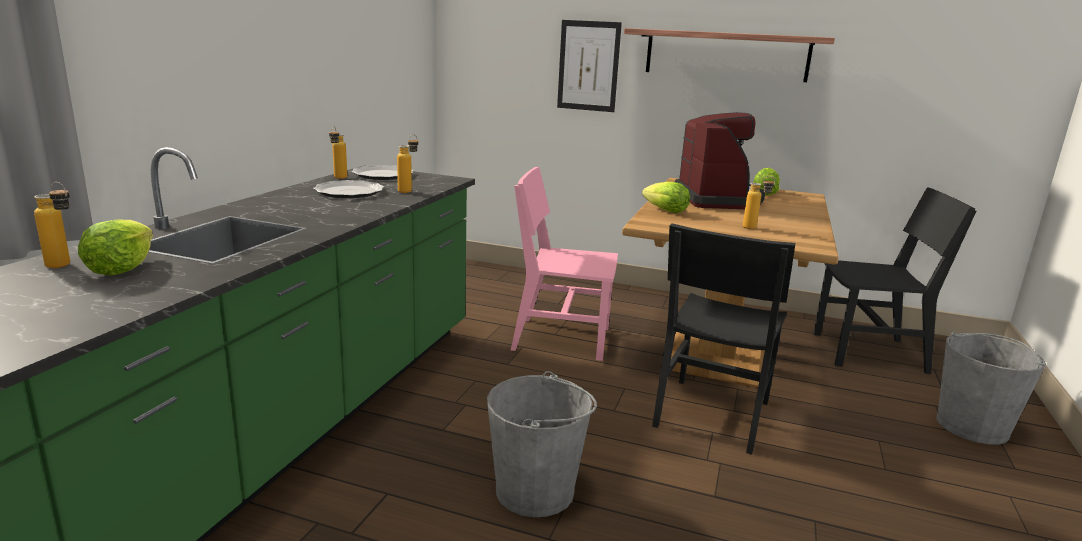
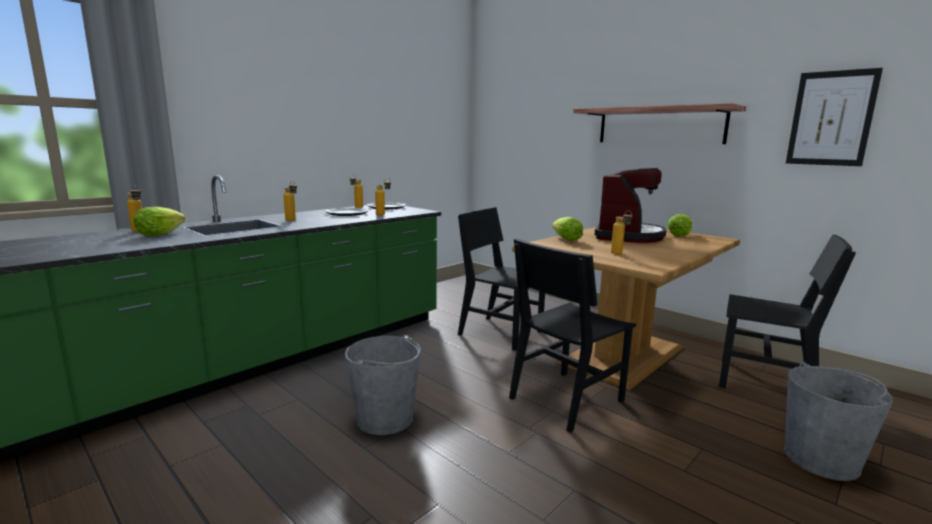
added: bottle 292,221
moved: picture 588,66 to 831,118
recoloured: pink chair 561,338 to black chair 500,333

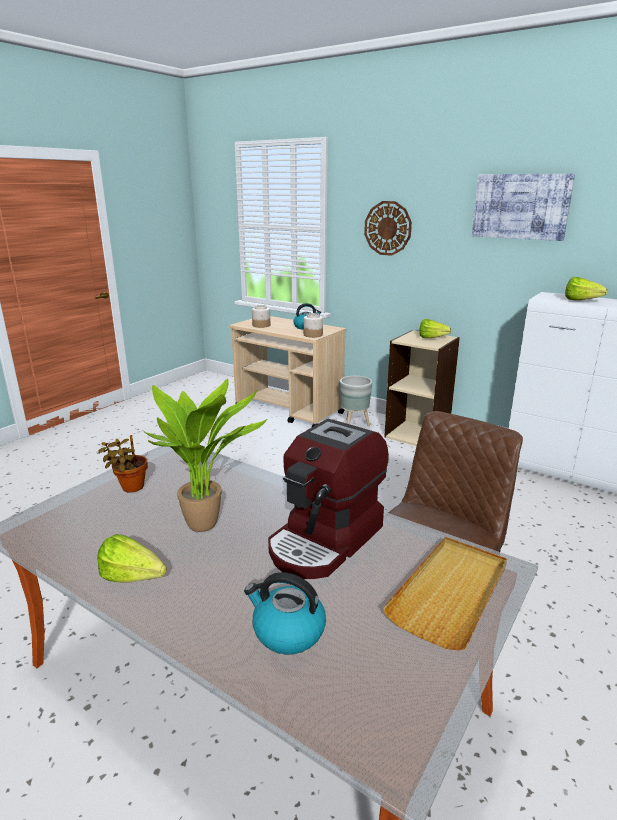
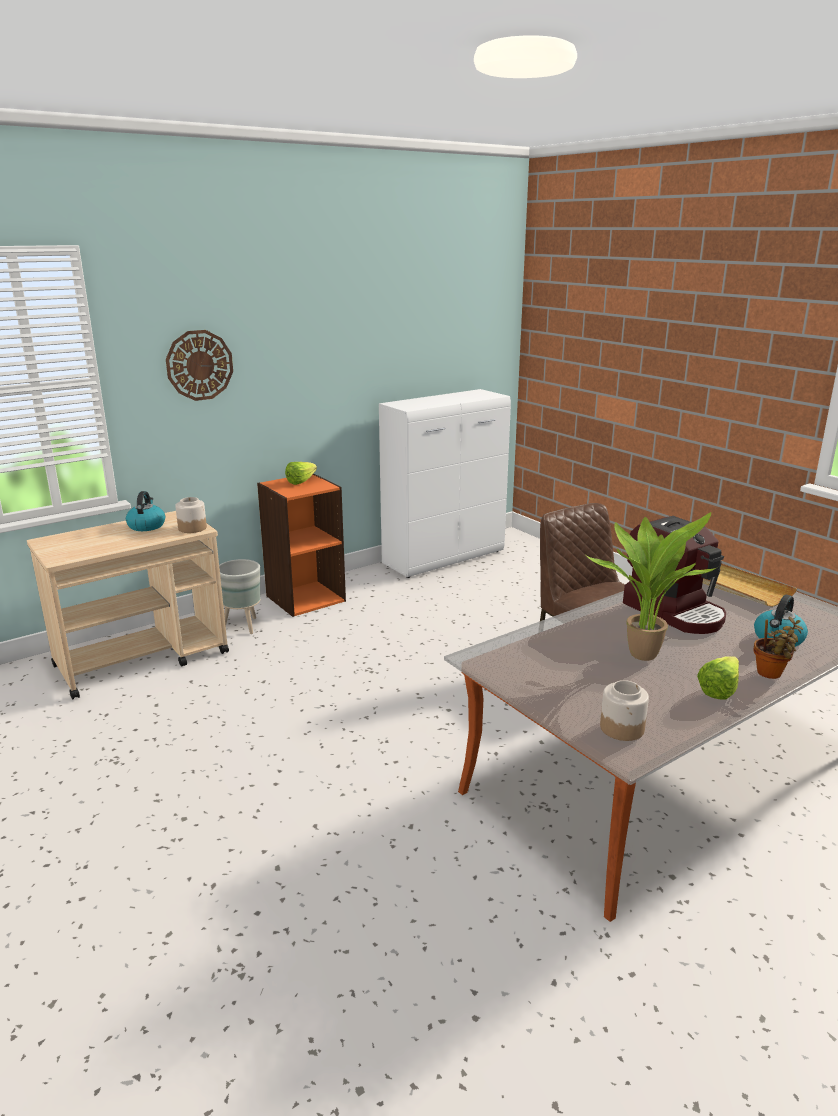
removed: picture 520,206; lettuce 584,301
moved: potted plant 130,488 to 771,674; jar 261,325 to 622,728
recoloured: beige bookcase 417,434 to orange bookcase 305,598

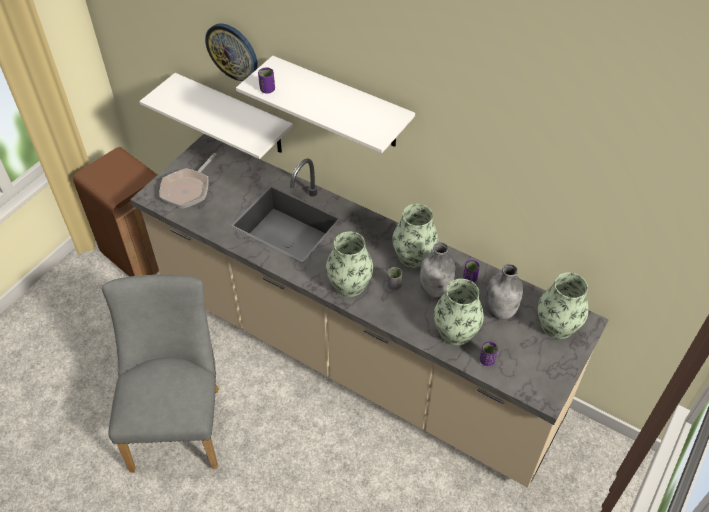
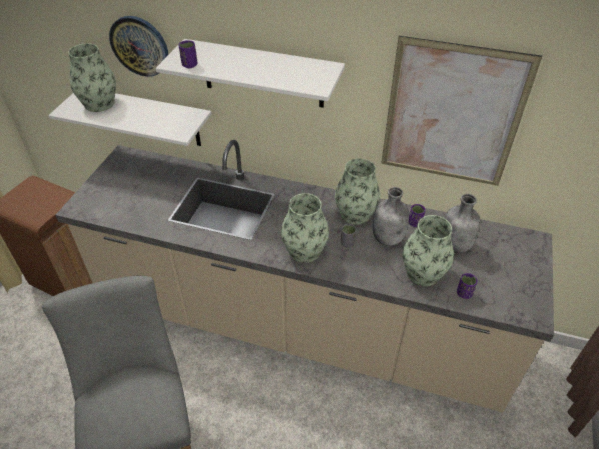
removed: frying pan 188,189
added: picture 452,115
moved: vase 557,325 to 99,104

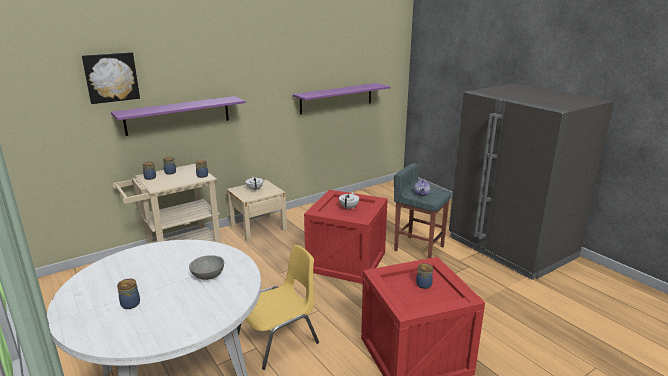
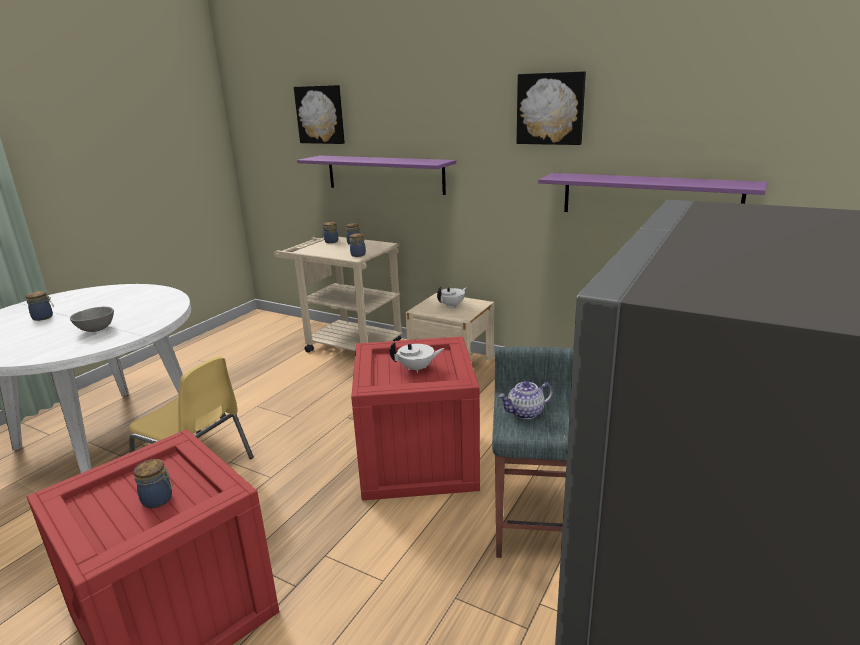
added: picture 550,109

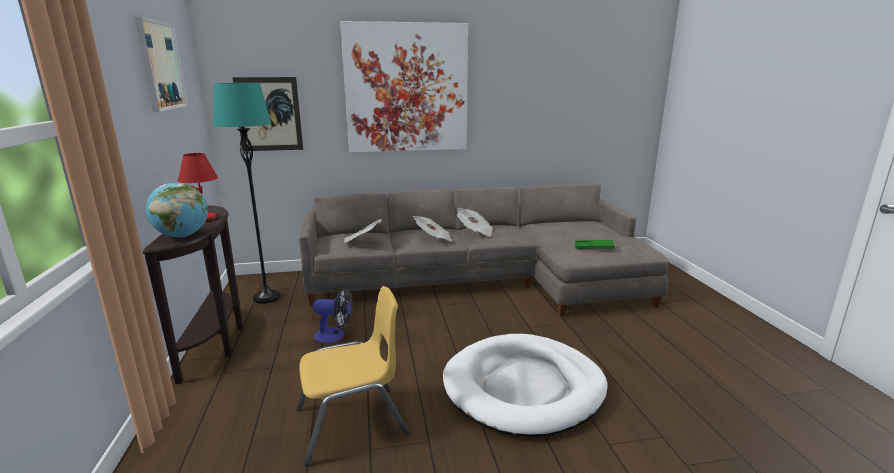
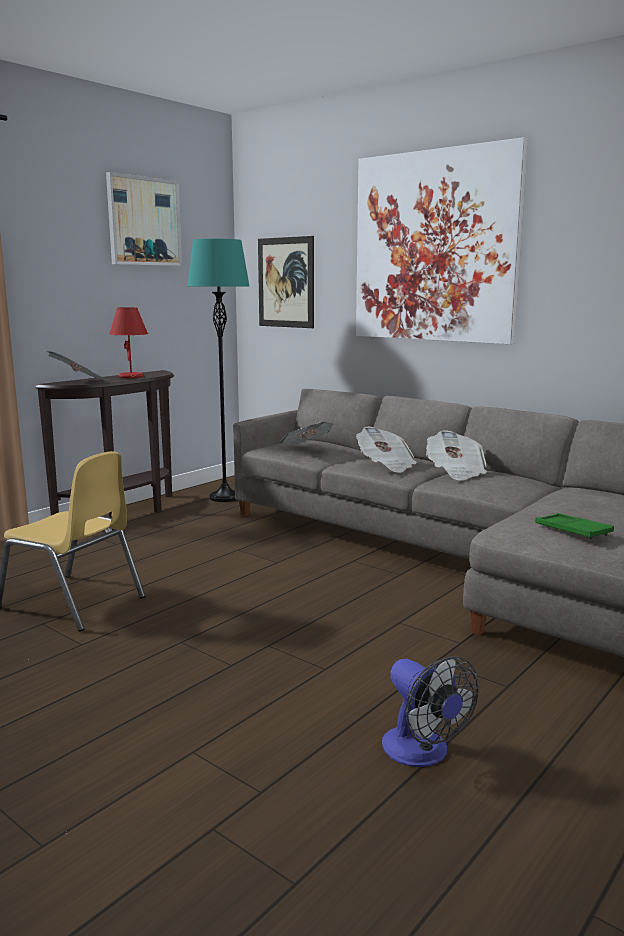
removed: white dog bed 524,387
moved: fan 335,335 to 423,753
replaced: globe 182,236 to newspaper 80,382

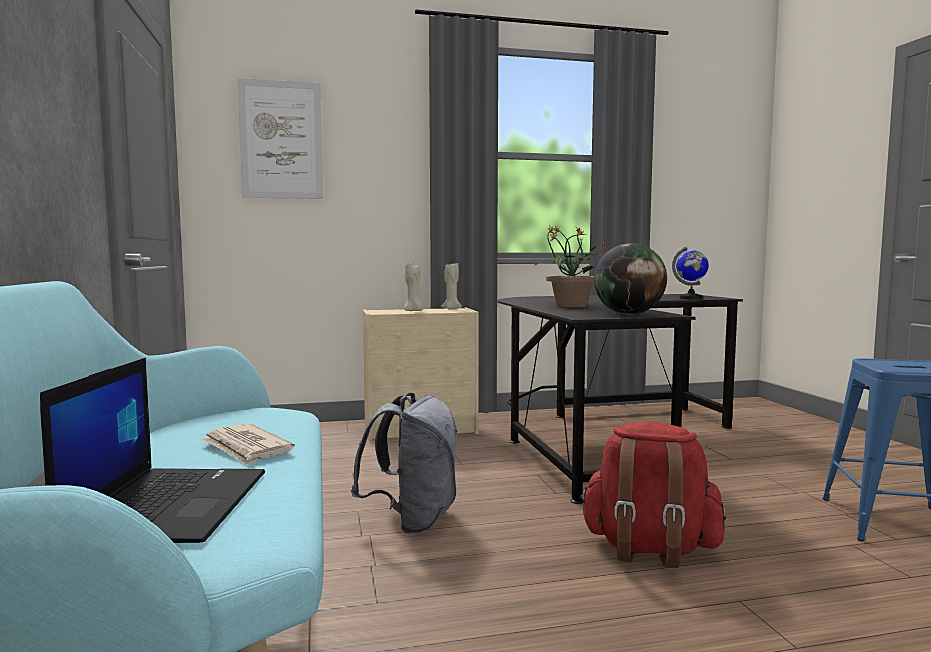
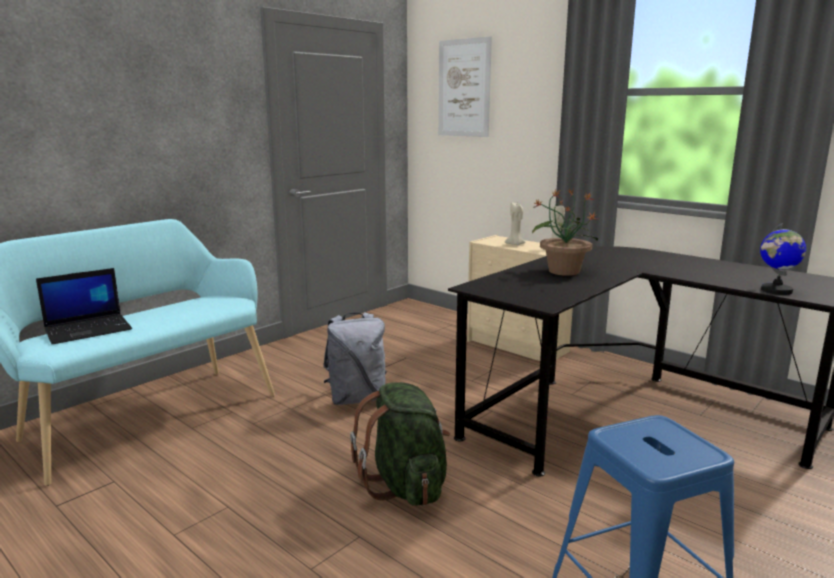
removed: newspaper 246,448; globe 629,314
recoloured: red backpack 649,549 to green backpack 406,485

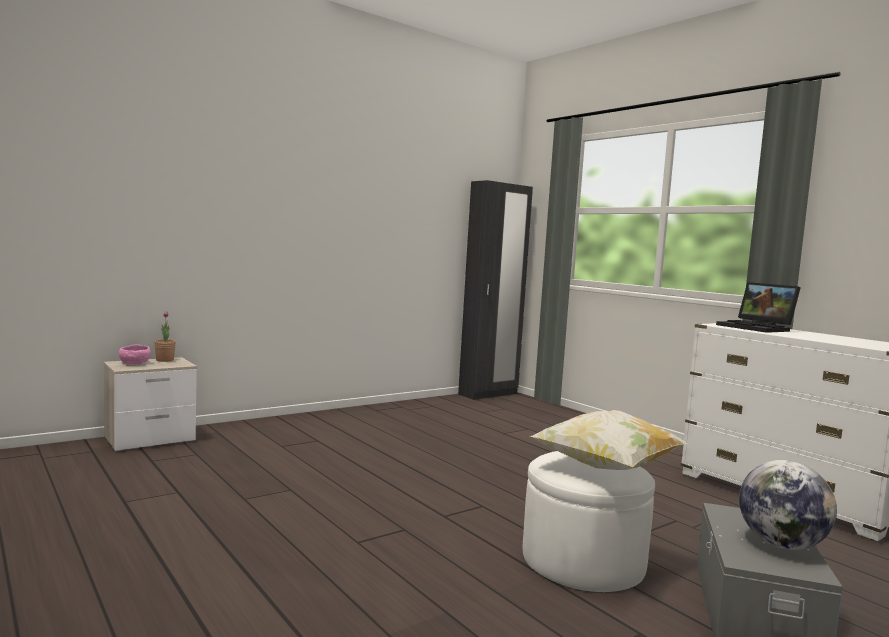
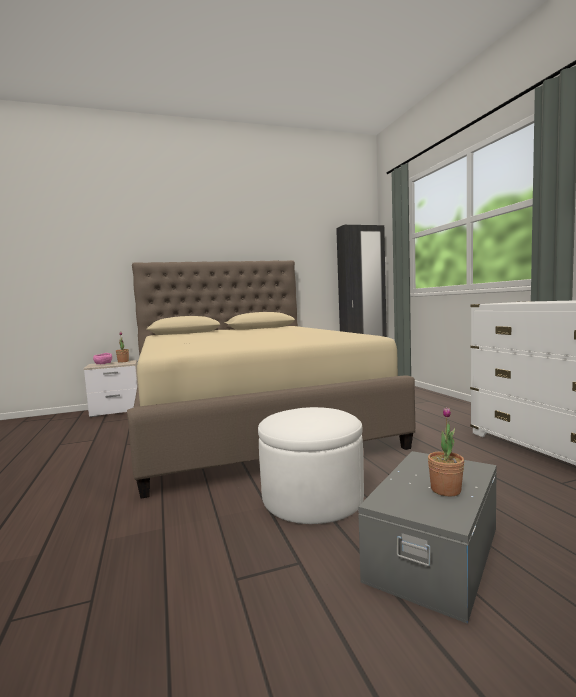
removed: pillow 606,468; laptop 757,328
added: beige bed 249,421
replaced: globe 781,544 to potted plant 445,490

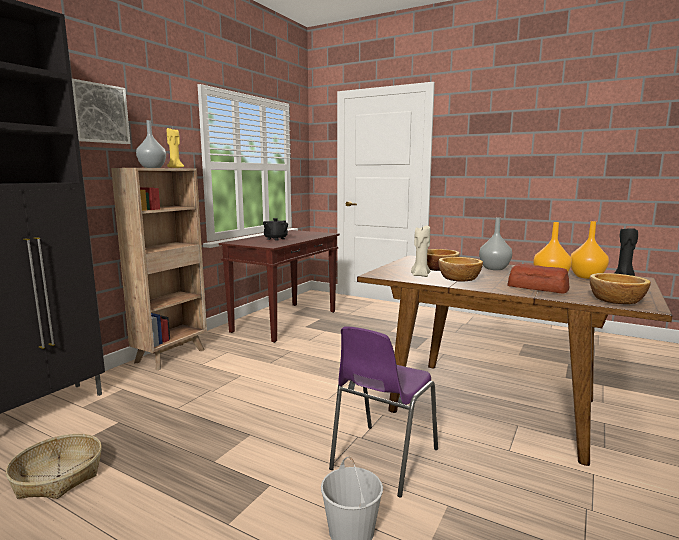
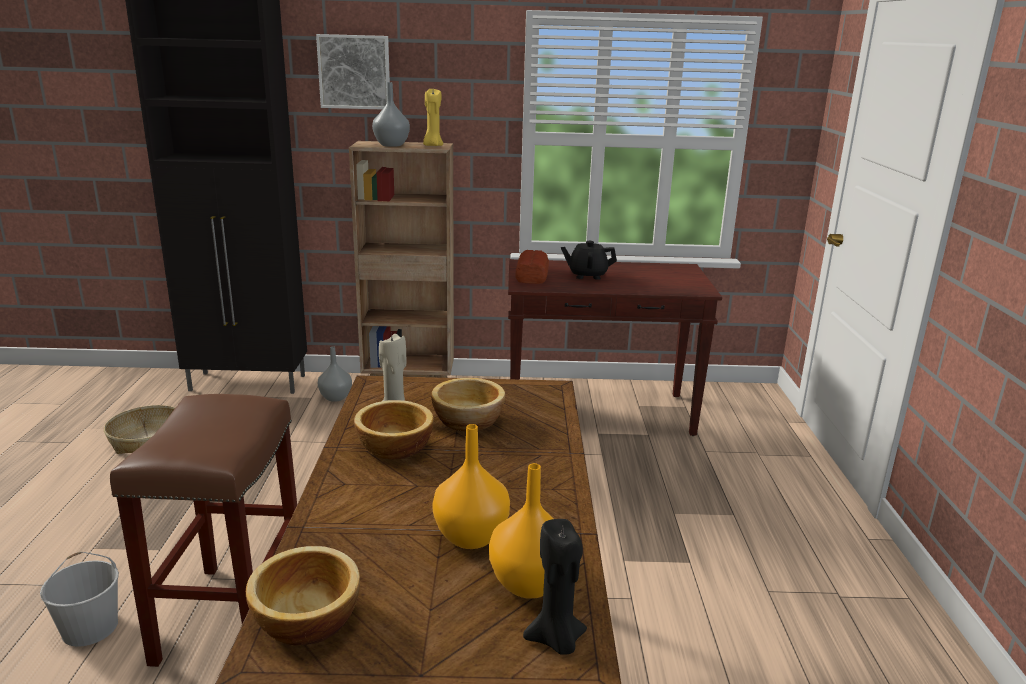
moved: grey vase 494,268 to 335,398; bread 538,288 to 531,276
replaced: purple chair 382,460 to brown stool 231,614

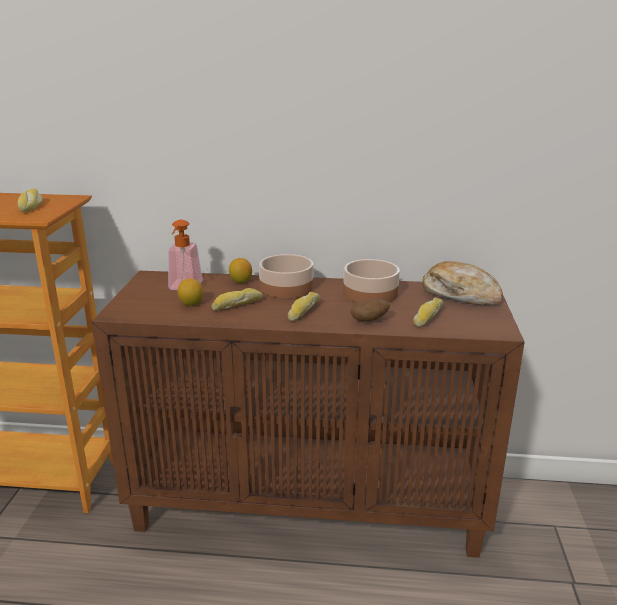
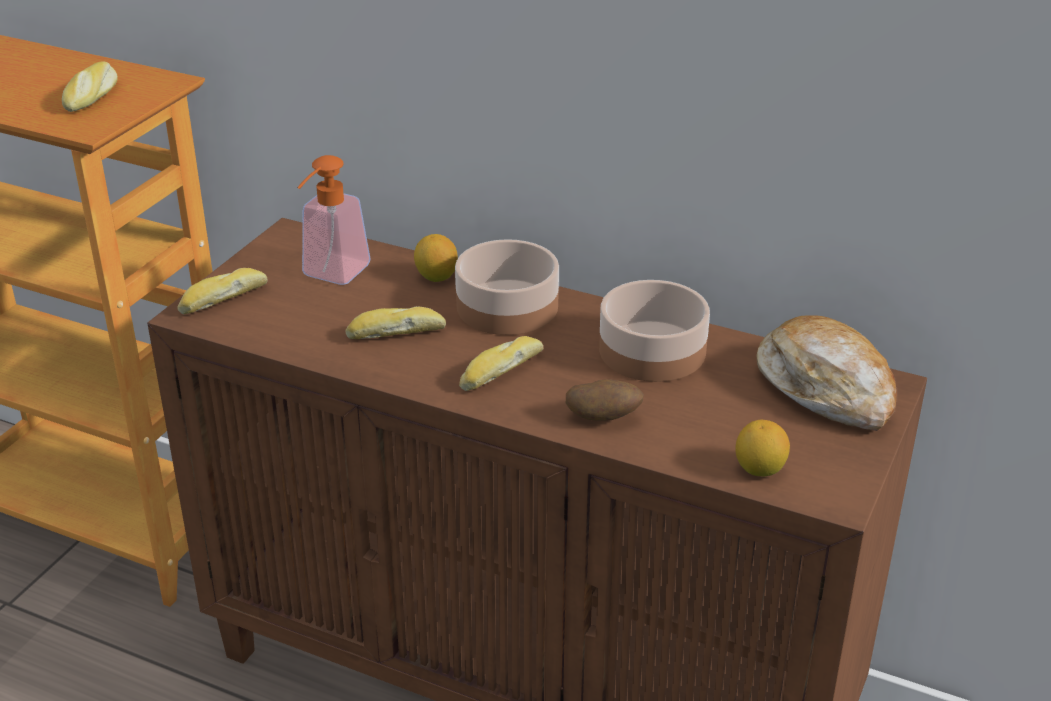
moved: lemon 191,304 to 759,469; bread 427,317 to 223,299

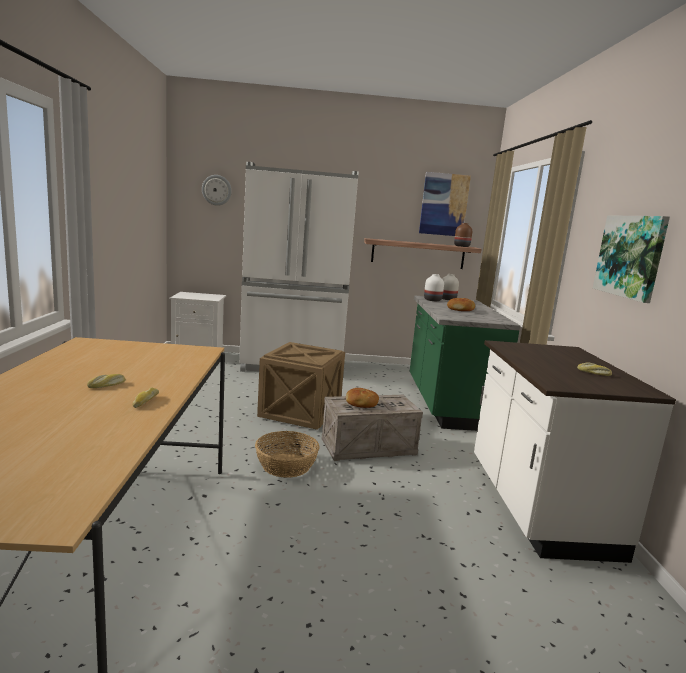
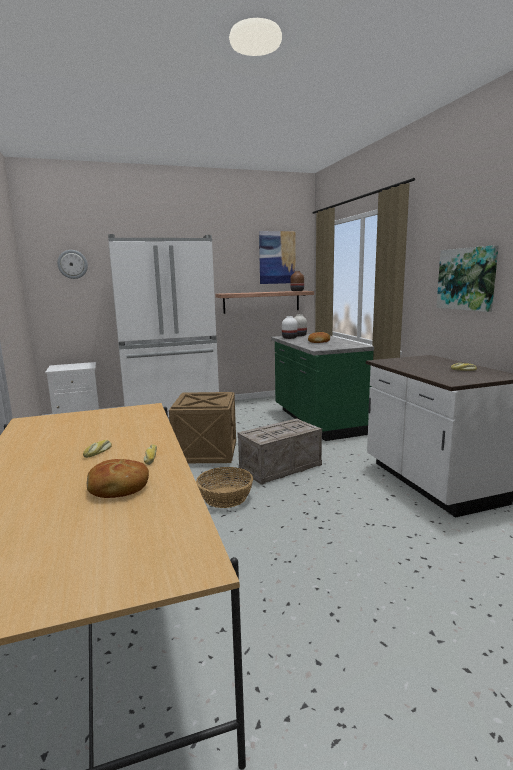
moved: bread 361,403 to 118,488

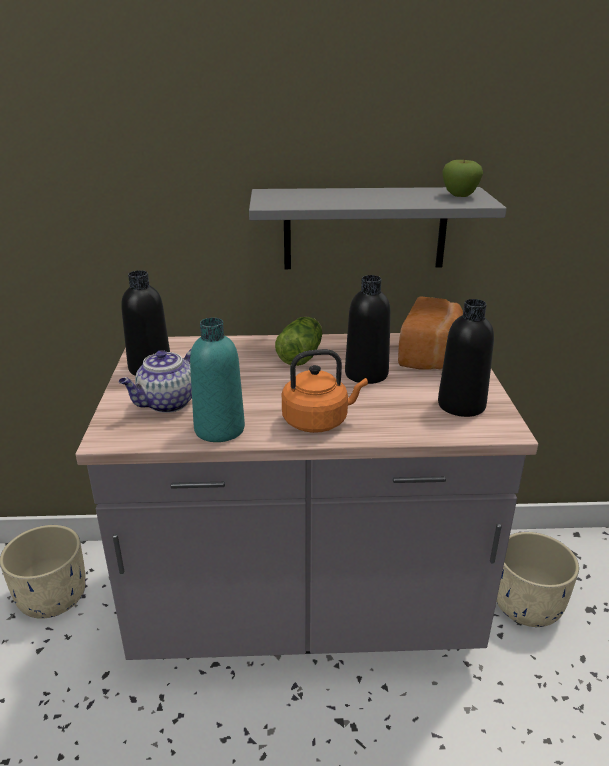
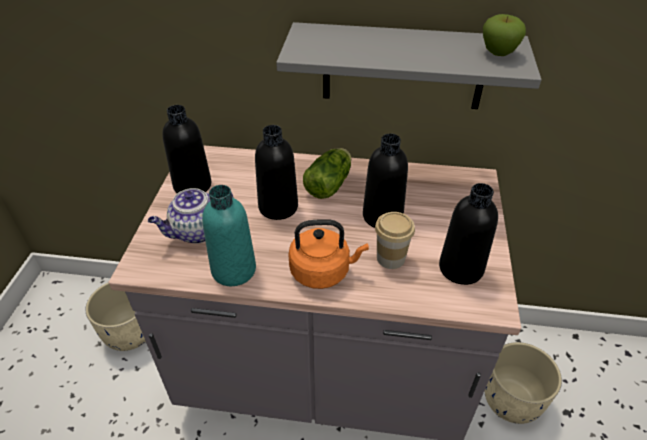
removed: bread 431,354
added: black bottle 278,207; cup 390,258

